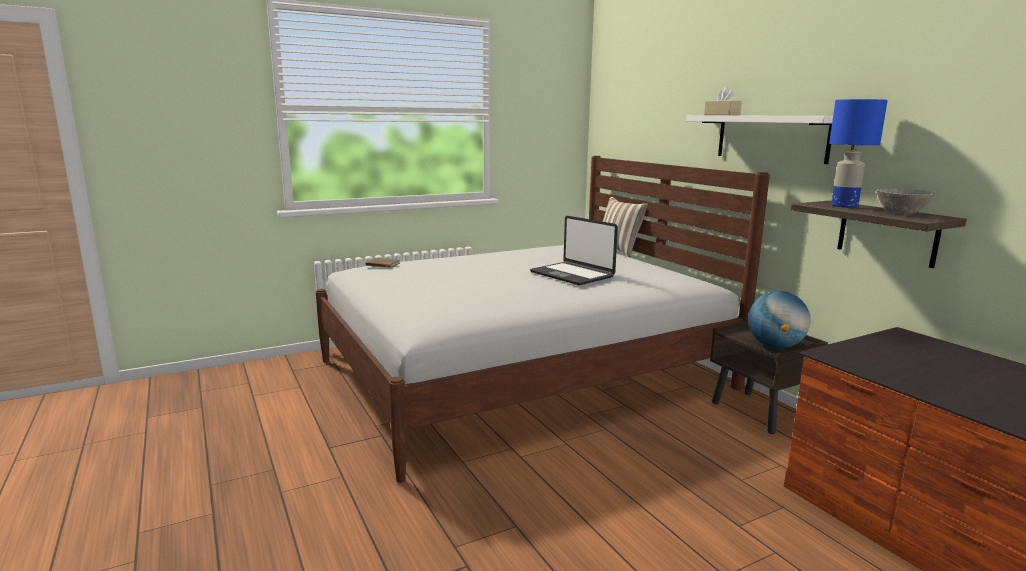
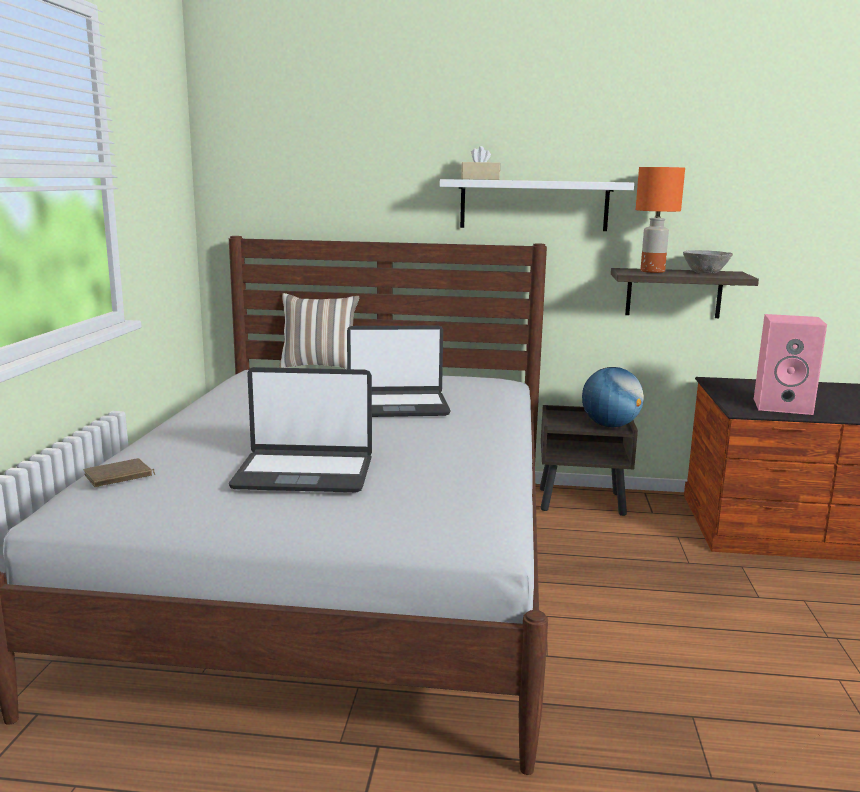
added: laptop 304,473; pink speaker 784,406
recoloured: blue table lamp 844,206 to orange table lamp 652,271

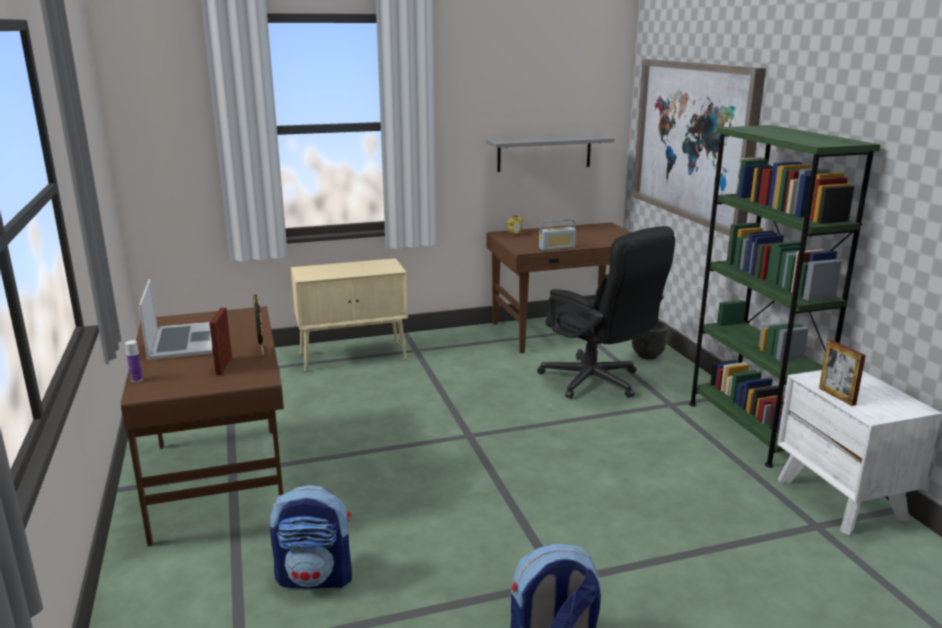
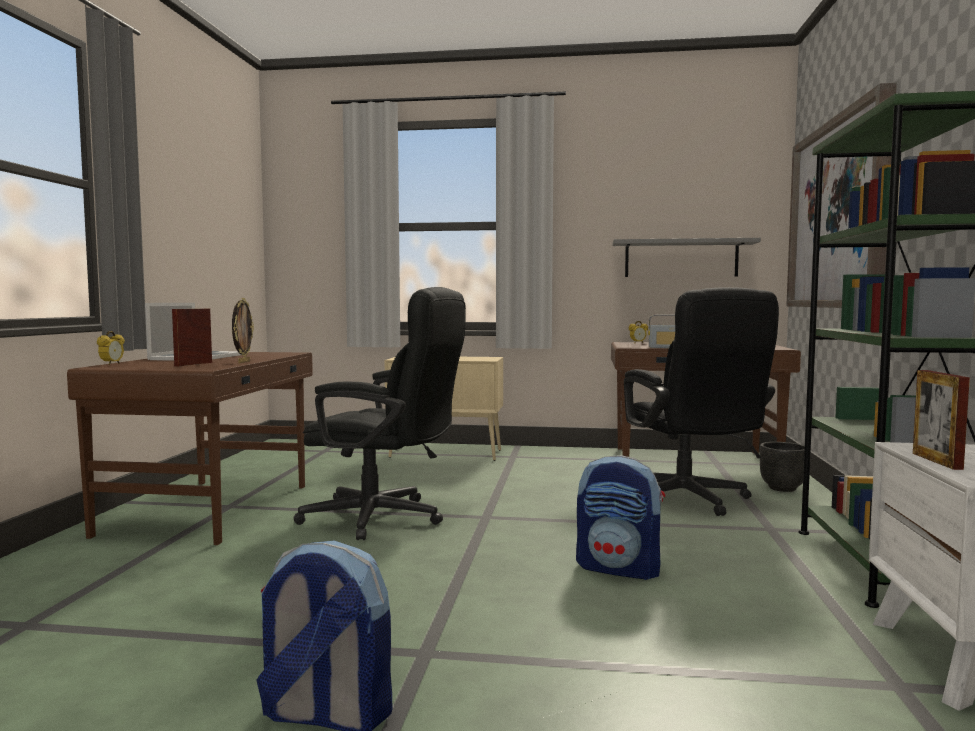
added: black office chair 385,518
moved: backpack 316,577 to 619,569
replaced: bottle 136,379 to alarm clock 112,364

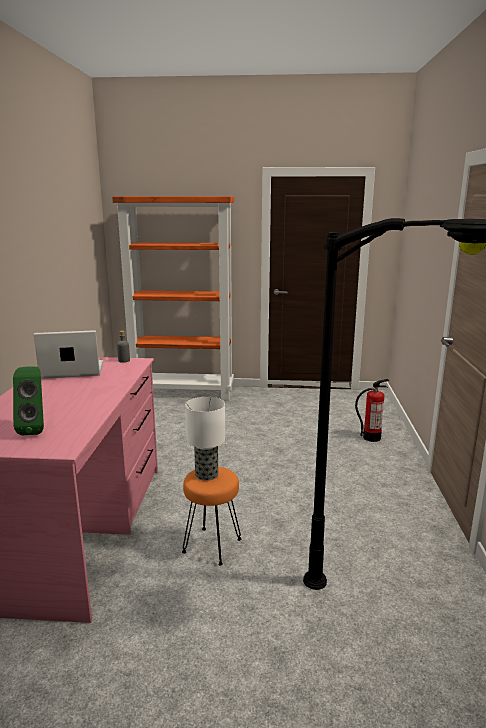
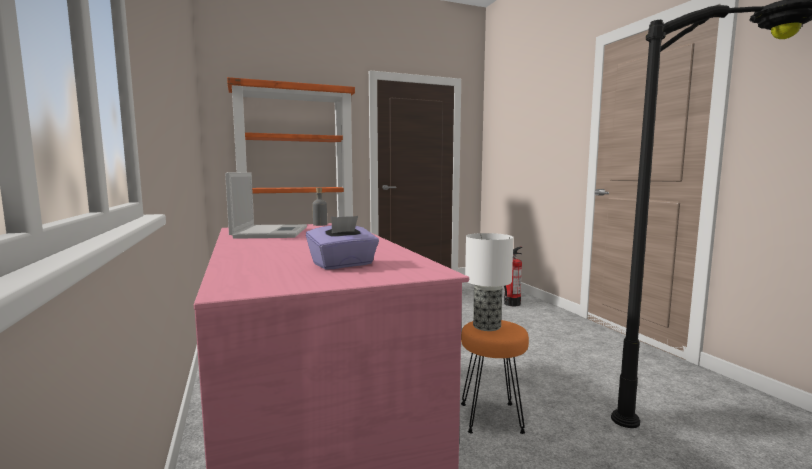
replaced: green speaker 35,429 to purple tissue box 343,264
turned: laptop 71,370 = 271,232 120 degrees clockwise

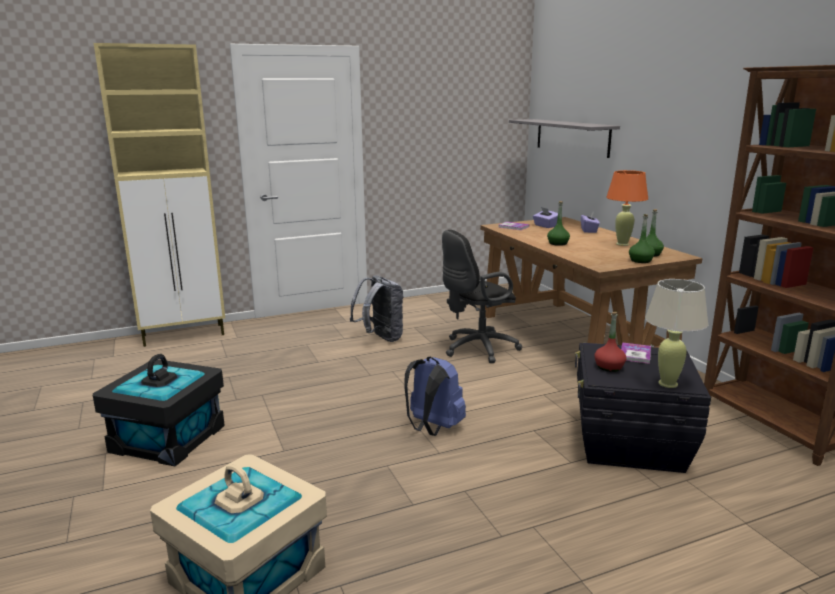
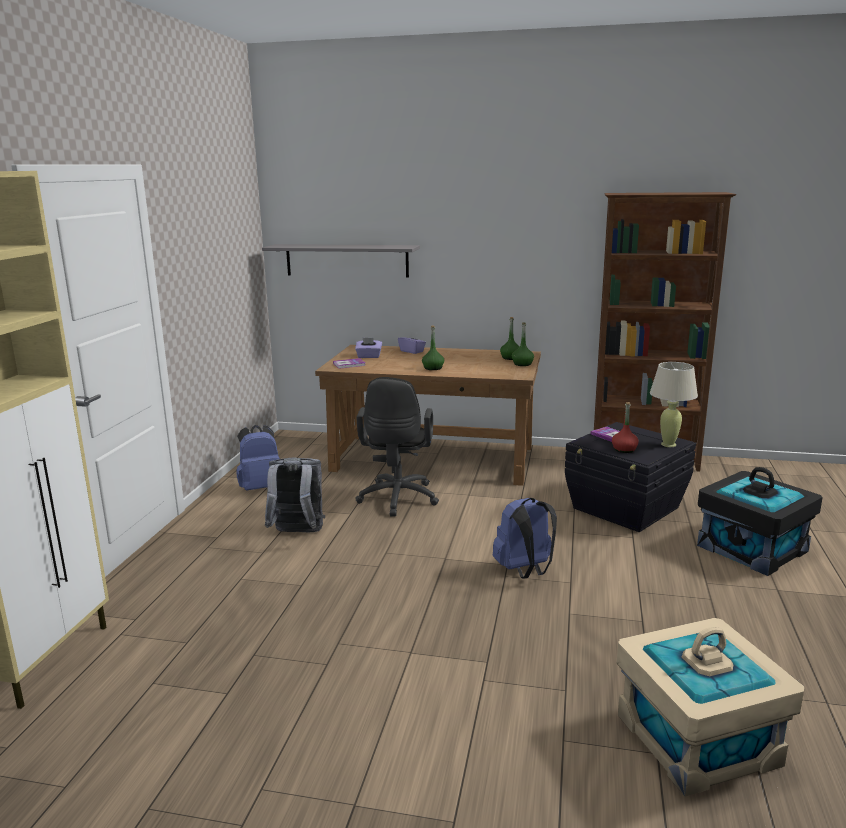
removed: orange table lamp 622,244
added: blue backpack 261,487
moved: black storage box 168,439 to 752,548

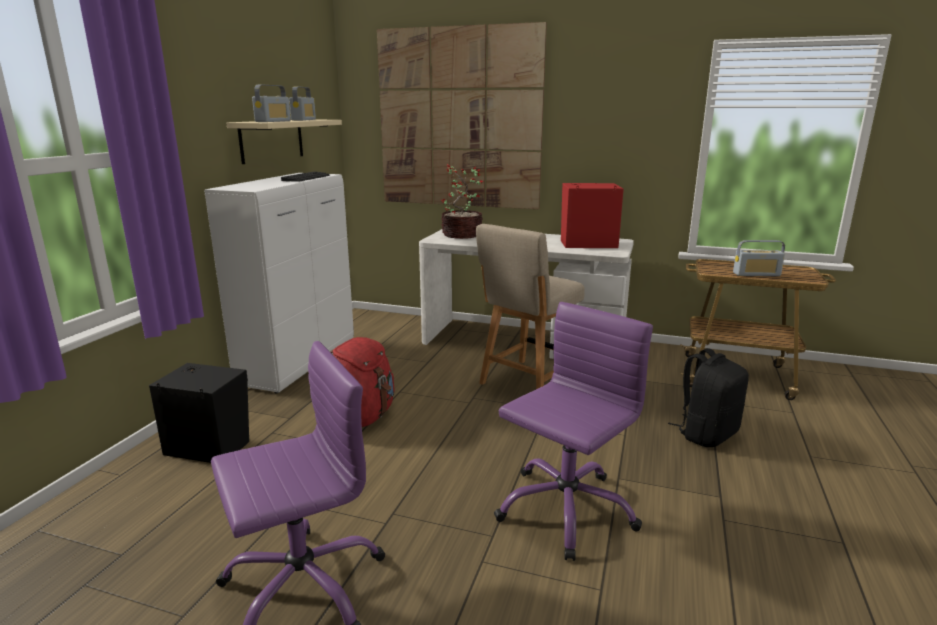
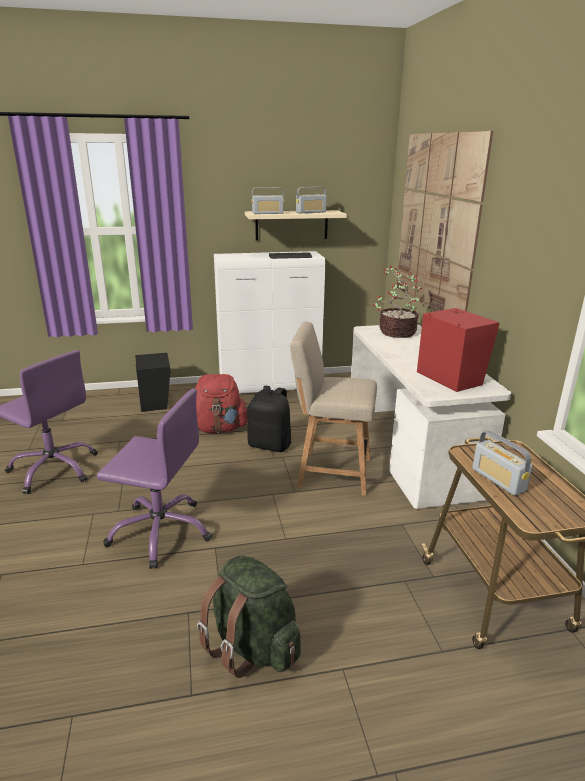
added: green backpack 252,646
moved: black backpack 706,434 to 270,445

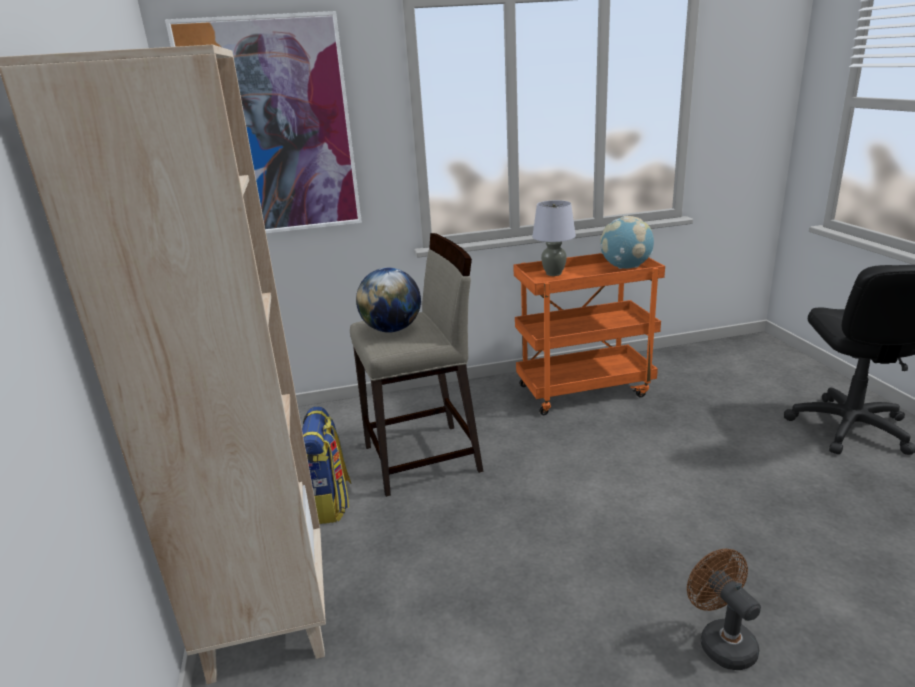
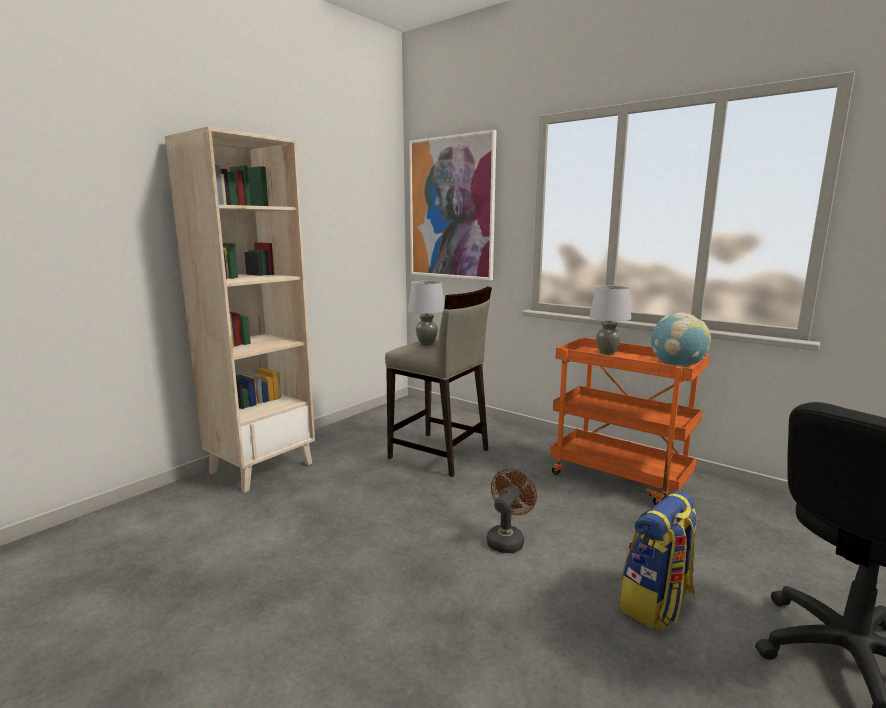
moved: backpack 327,504 to 657,604; brown fan 721,641 to 507,539
replaced: globe 391,330 to grey table lamp 427,344

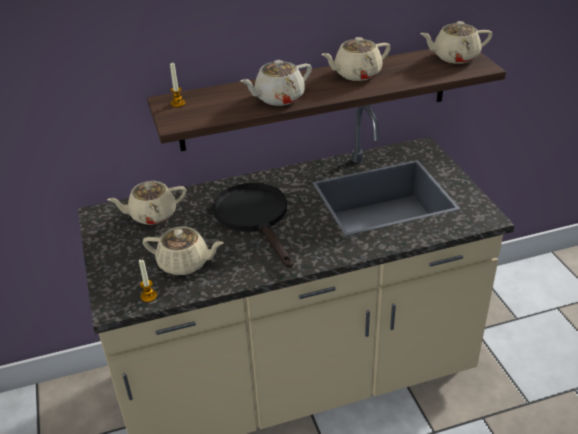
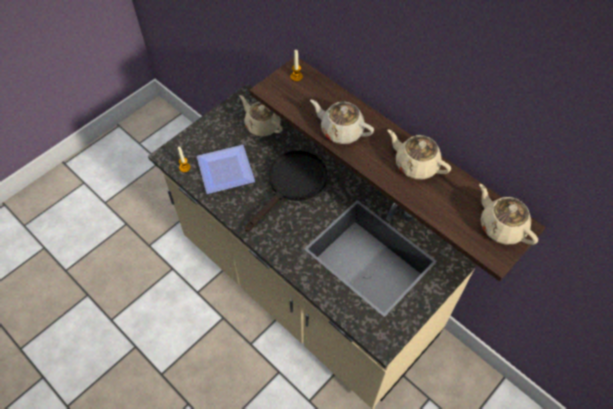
replaced: beige teapot 185,263 to plate 223,170

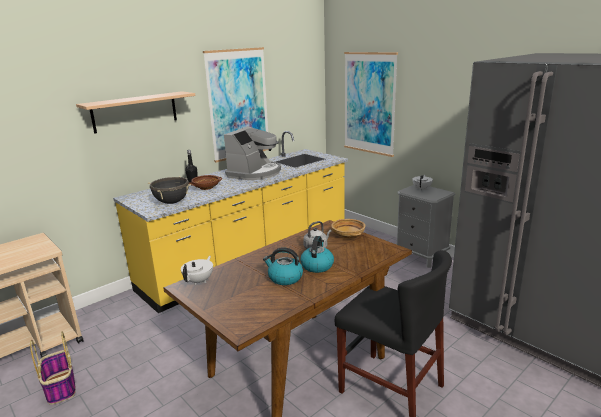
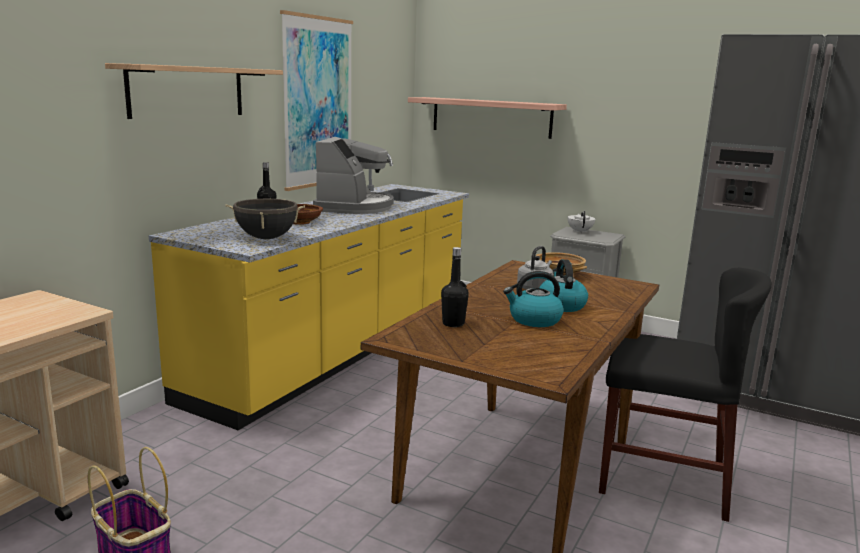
removed: white teapot 199,281
added: black bottle 453,323
replaced: picture 369,103 to shelf 491,117

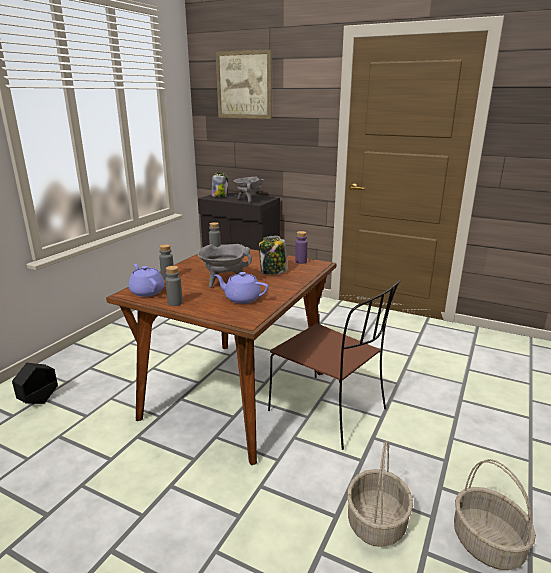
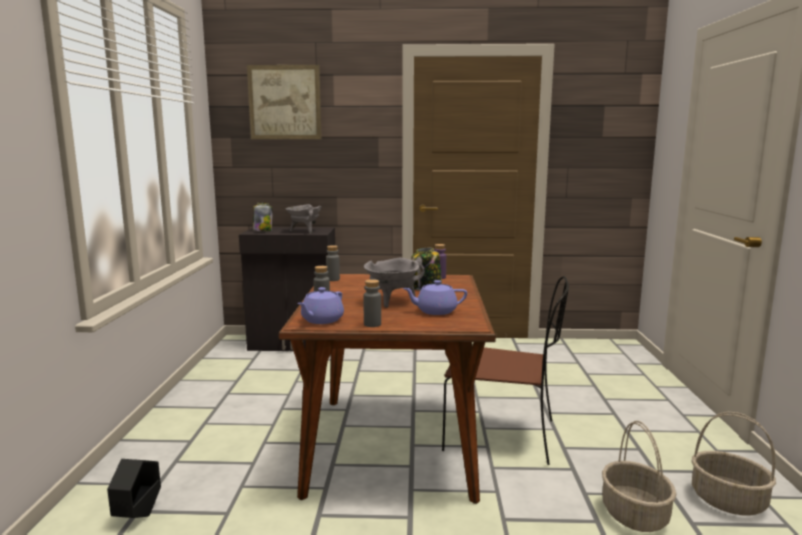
turned: purple teapot 147,291 = 321,320 90 degrees counterclockwise

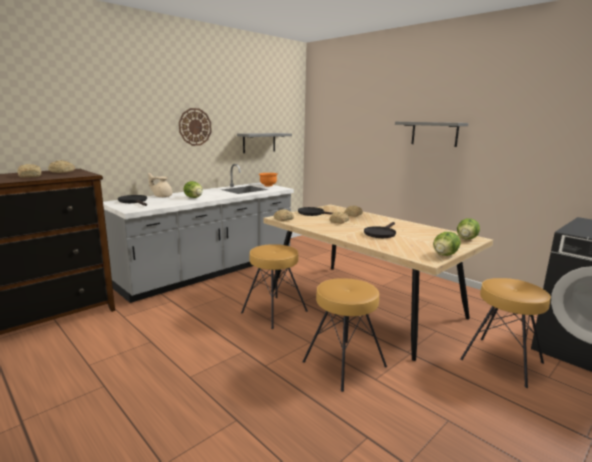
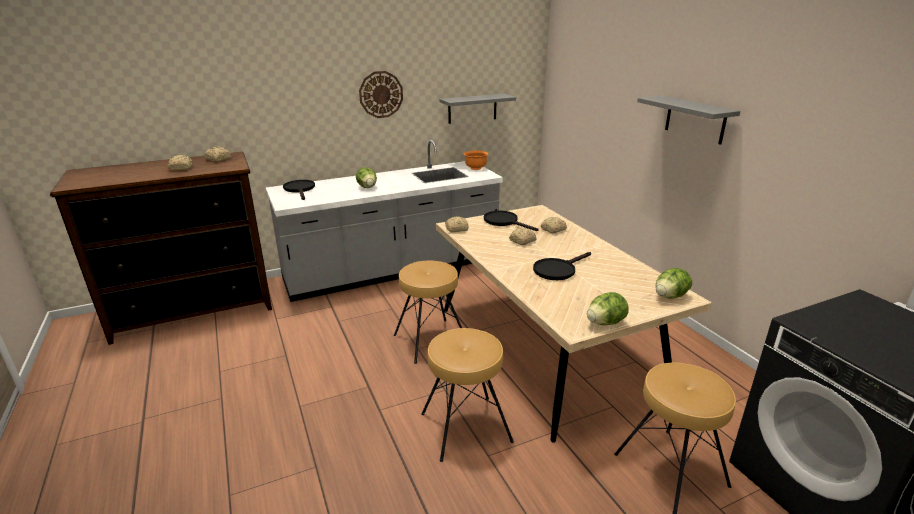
removed: beige teapot 162,196

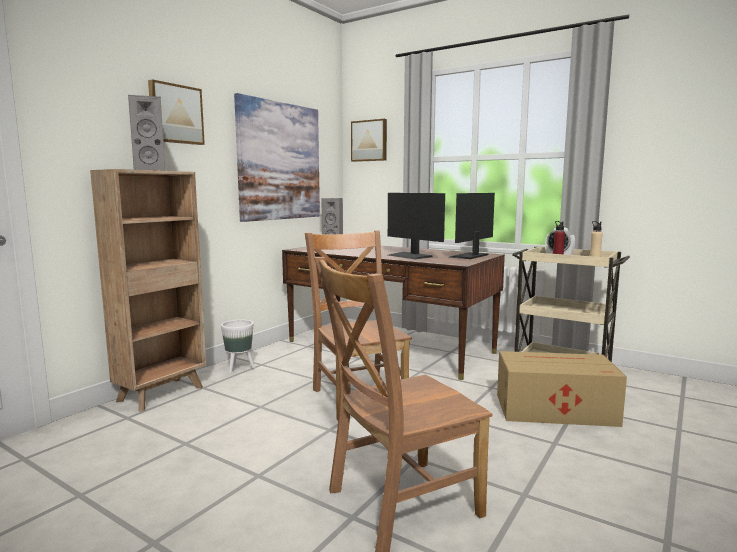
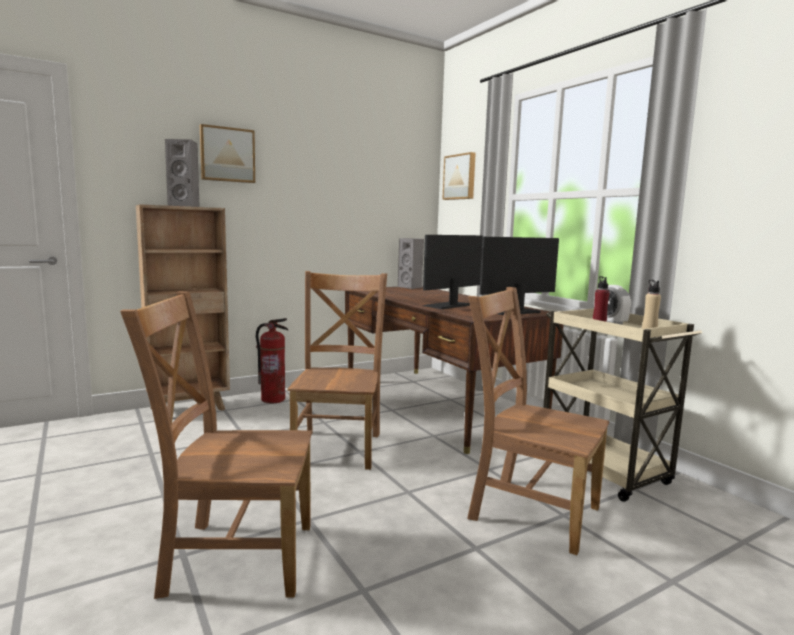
removed: picture 280,161
replaced: white planter 239,369 to fire extinguisher 273,399; cardboard box 553,409 to brown chair 529,510
turned: monitor 410,256 = 447,305 60 degrees clockwise

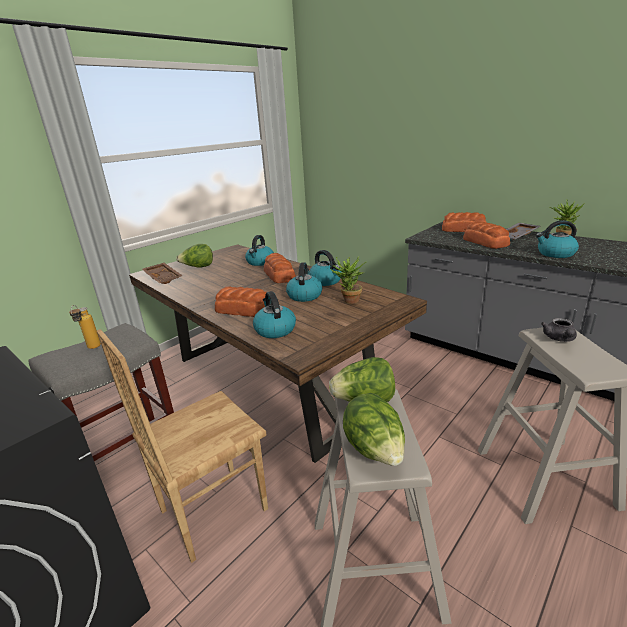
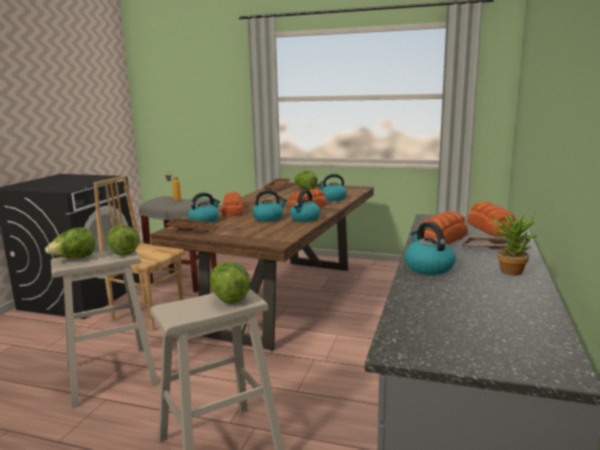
removed: potted plant 349,301
added: brown tray 192,230
replaced: grey teapot 559,339 to lettuce 229,298

